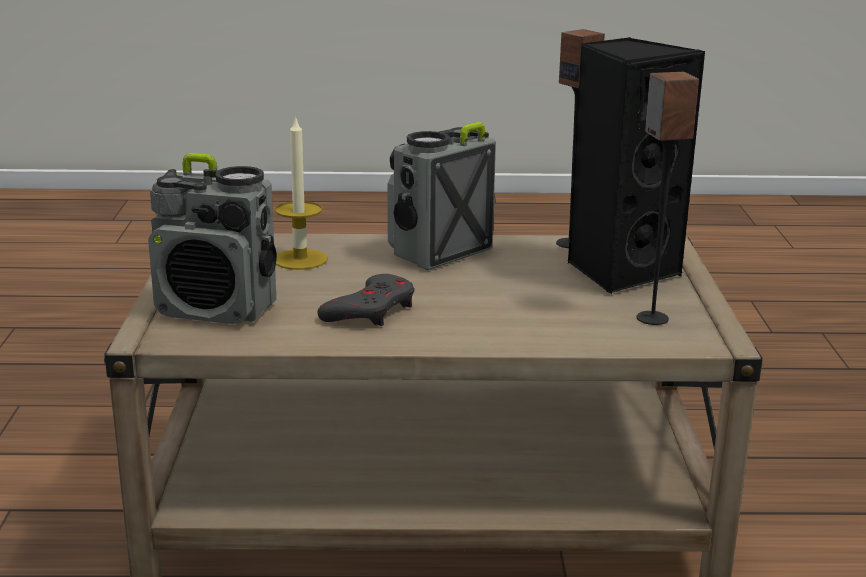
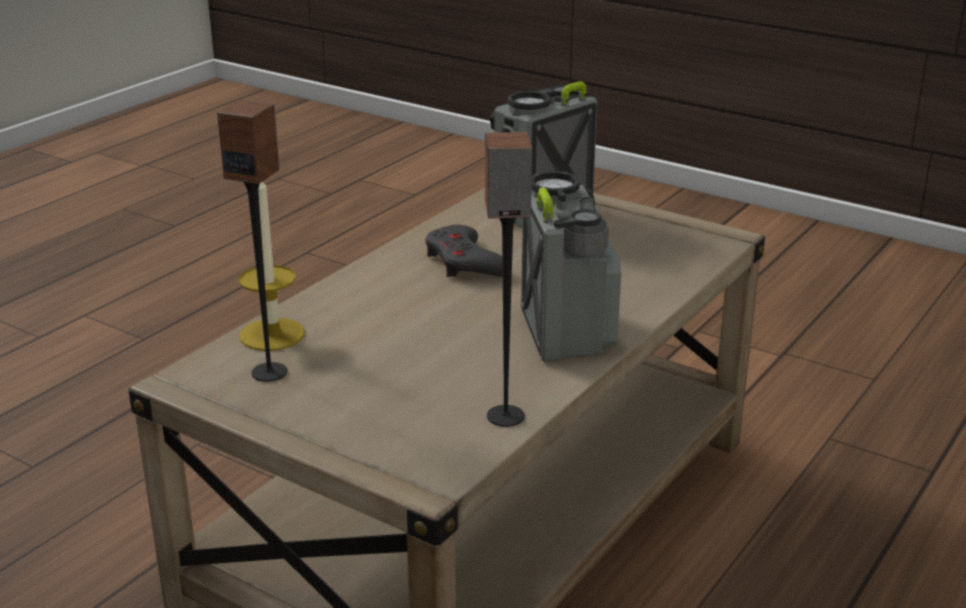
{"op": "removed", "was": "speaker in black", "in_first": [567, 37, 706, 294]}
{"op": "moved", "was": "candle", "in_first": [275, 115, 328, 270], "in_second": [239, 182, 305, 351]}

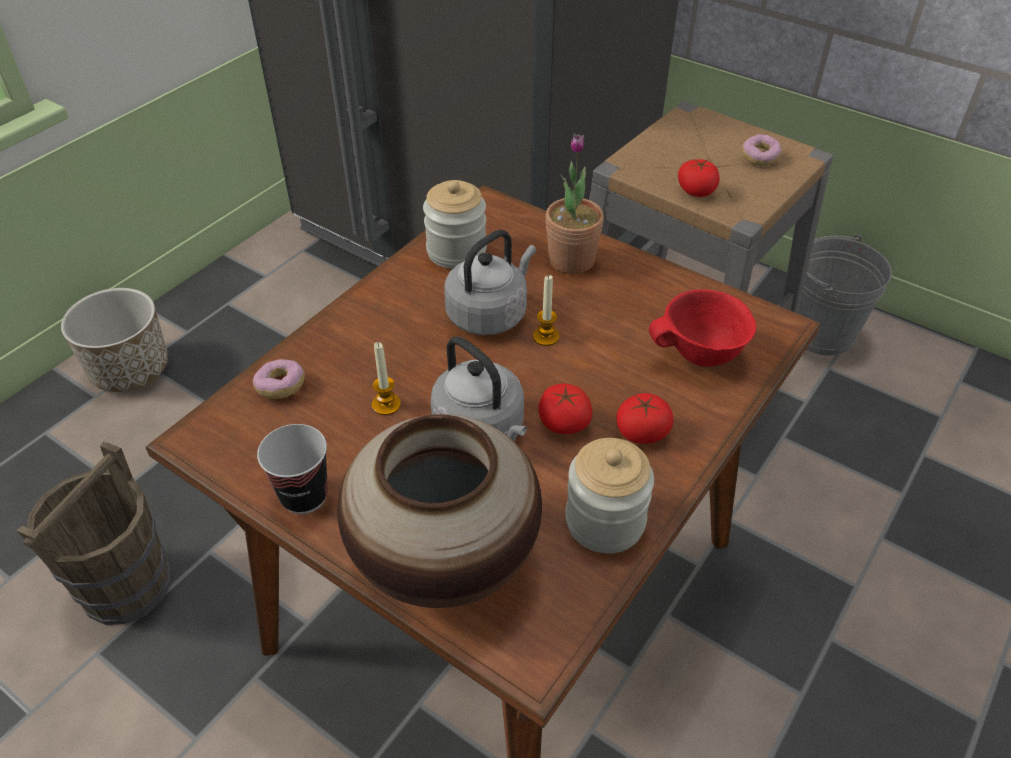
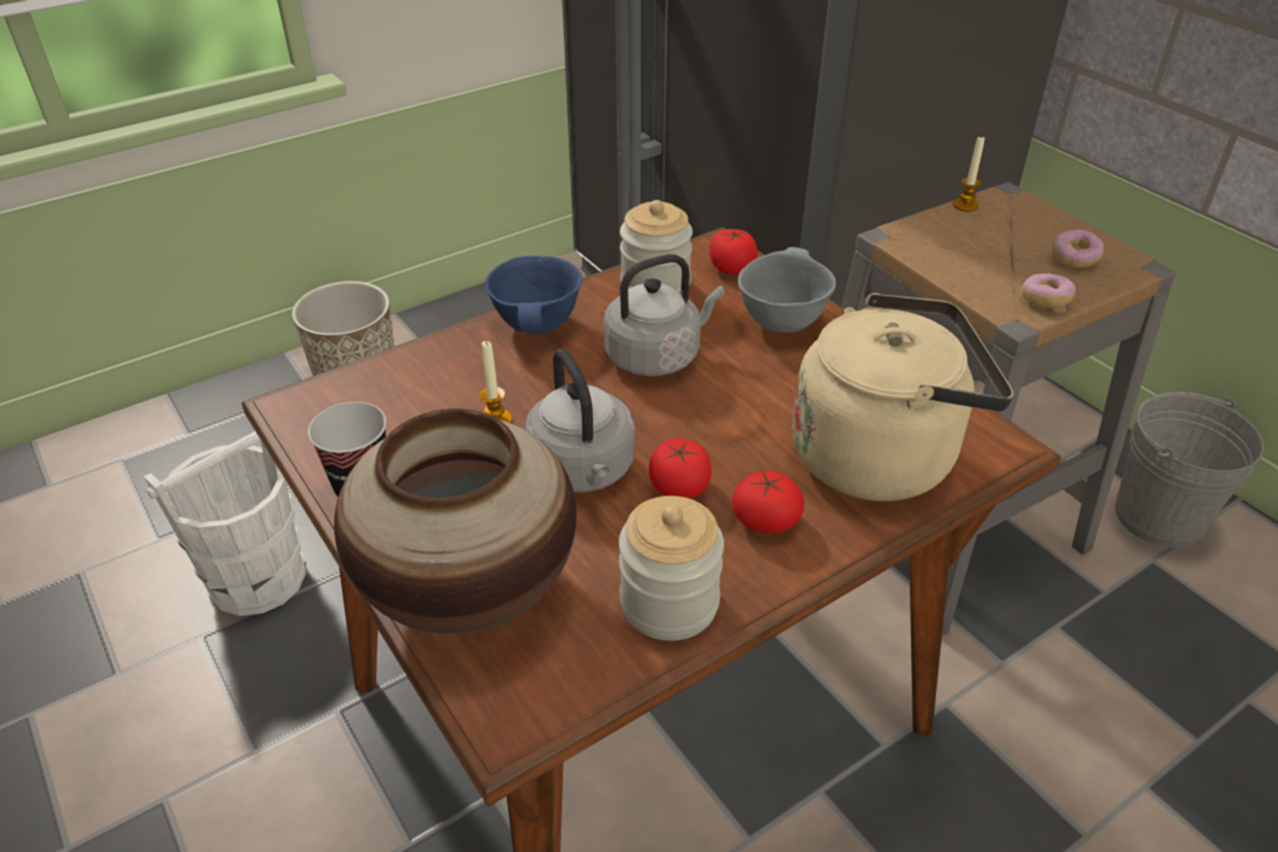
{"op": "added", "now": "bowl in blue", "in_second": [485, 256, 583, 334]}
{"op": "moved", "was": "donut", "in_first": [253, 359, 305, 399], "in_second": [1021, 273, 1076, 307]}
{"op": "moved", "was": "candle", "in_first": [533, 275, 560, 346], "in_second": [953, 135, 985, 212]}
{"op": "moved", "was": "tomato", "in_first": [678, 159, 720, 197], "in_second": [709, 228, 757, 274]}
{"op": "replaced", "was": "potted plant", "now": "bowl in grey", "in_first": [545, 133, 604, 274], "in_second": [738, 247, 836, 333]}
{"op": "replaced", "was": "bowl in red", "now": "kettle in beige", "in_first": [649, 289, 756, 367], "in_second": [792, 293, 1014, 501]}
{"op": "recoloured", "was": "bucket in brown", "now": "bucket in white", "in_first": [16, 441, 171, 625], "in_second": [143, 431, 306, 616]}

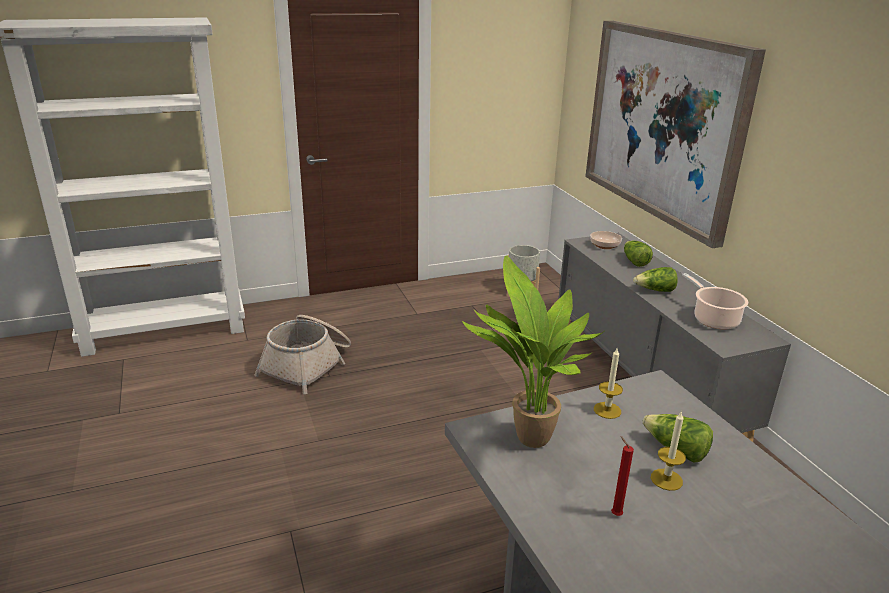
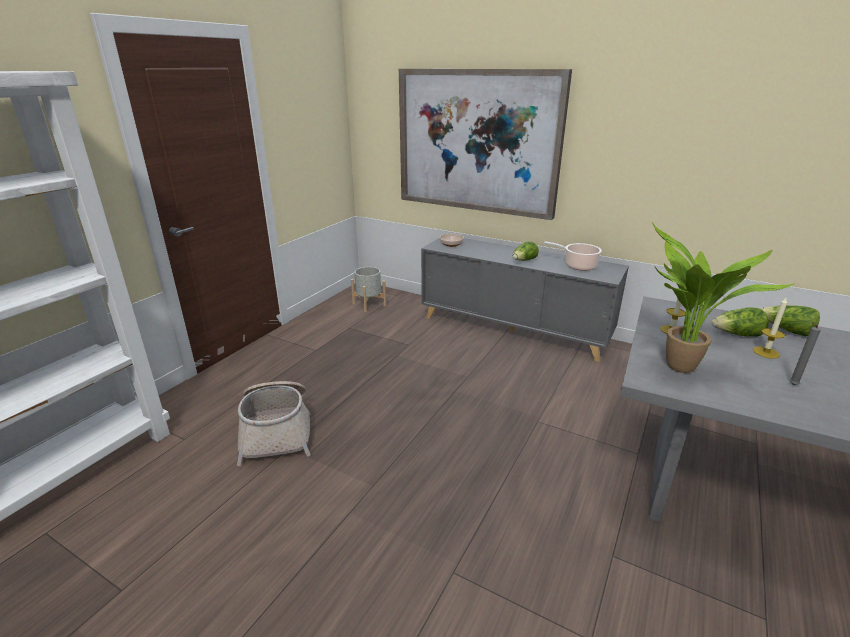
{"op": "moved", "was": "lettuce", "in_first": [624, 241, 653, 267], "in_second": [761, 305, 820, 336]}
{"op": "recoloured", "was": "candle in red", "now": "candle in grey", "in_first": [611, 436, 634, 516], "in_second": [789, 322, 821, 385]}

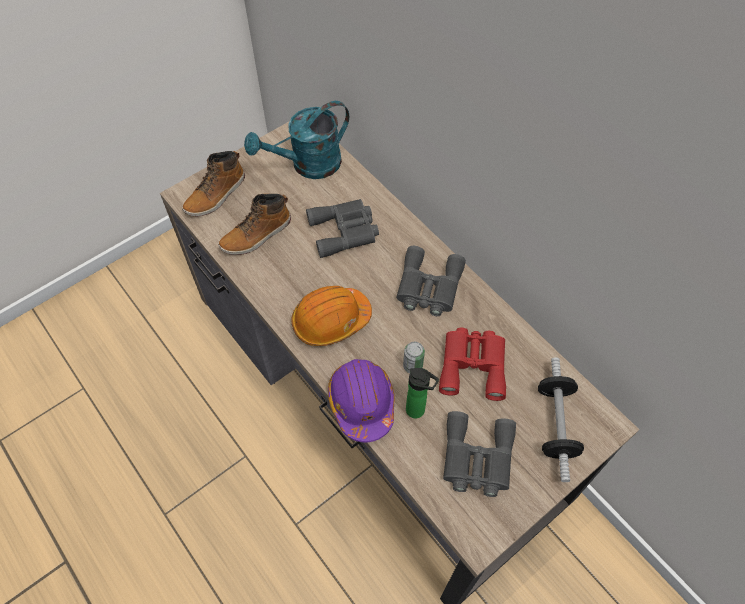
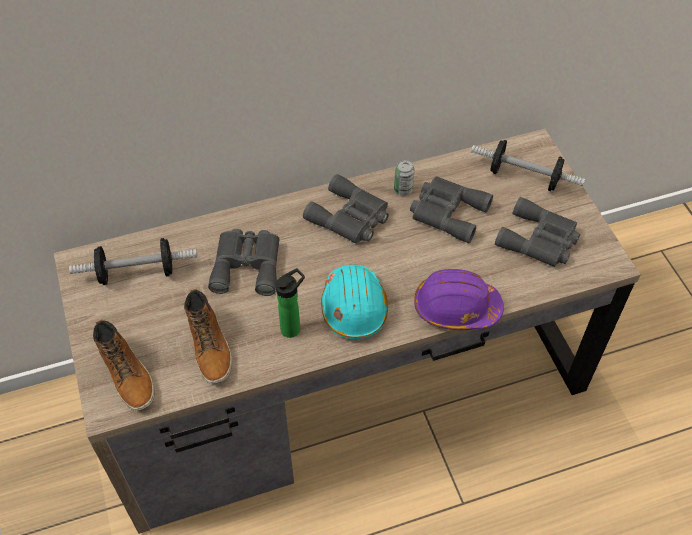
{"op": "moved", "was": "can", "in_first": [403, 342, 425, 373], "in_second": [394, 160, 414, 196]}
{"op": "moved", "was": "bottle", "in_first": [406, 368, 439, 418], "in_second": [276, 268, 305, 338]}
{"op": "replaced", "was": "watering can in turquoise", "now": "dumbbell", "in_first": [244, 101, 349, 179], "in_second": [69, 238, 197, 285]}
{"op": "recoloured", "was": "hard hat in orange", "now": "hard hat in turquoise", "in_first": [291, 286, 372, 346], "in_second": [321, 265, 388, 339]}
{"op": "recoloured", "was": "binoculars in red", "now": "binoculars in grey", "in_first": [439, 328, 506, 401], "in_second": [410, 176, 493, 243]}

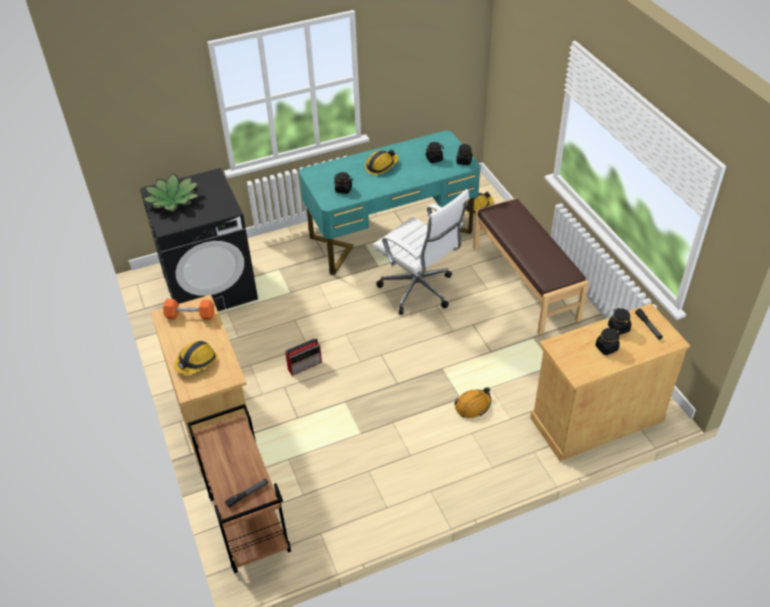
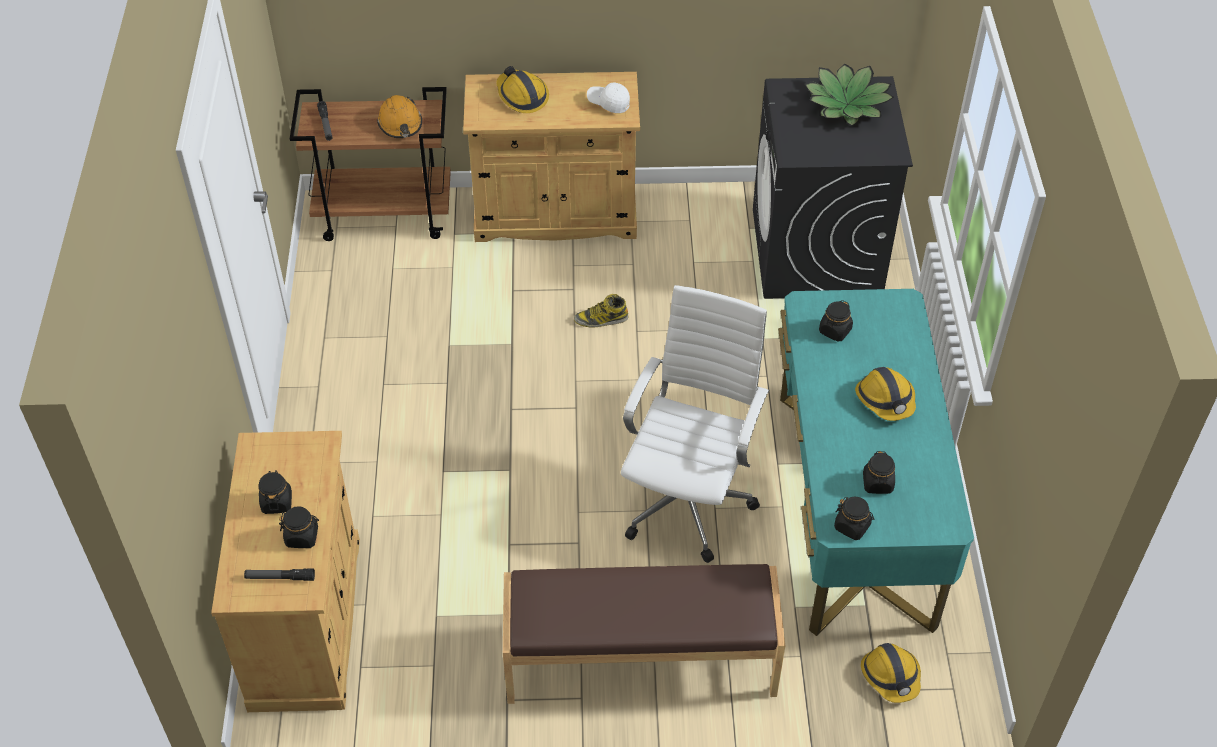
{"op": "moved", "was": "hard hat in orange", "in_first": [454, 387, 491, 418], "in_second": [377, 95, 422, 138]}
{"op": "replaced", "was": "dumbbell in orange", "now": "cap in white", "in_first": [163, 299, 214, 320], "in_second": [587, 82, 630, 113]}
{"op": "replaced", "was": "radio", "now": "boot", "in_first": [285, 339, 322, 376], "in_second": [574, 294, 628, 328]}
{"op": "turned", "was": "office chair in white", "in_first": [373, 189, 469, 315], "in_second": [621, 285, 769, 563], "clockwise": 135}

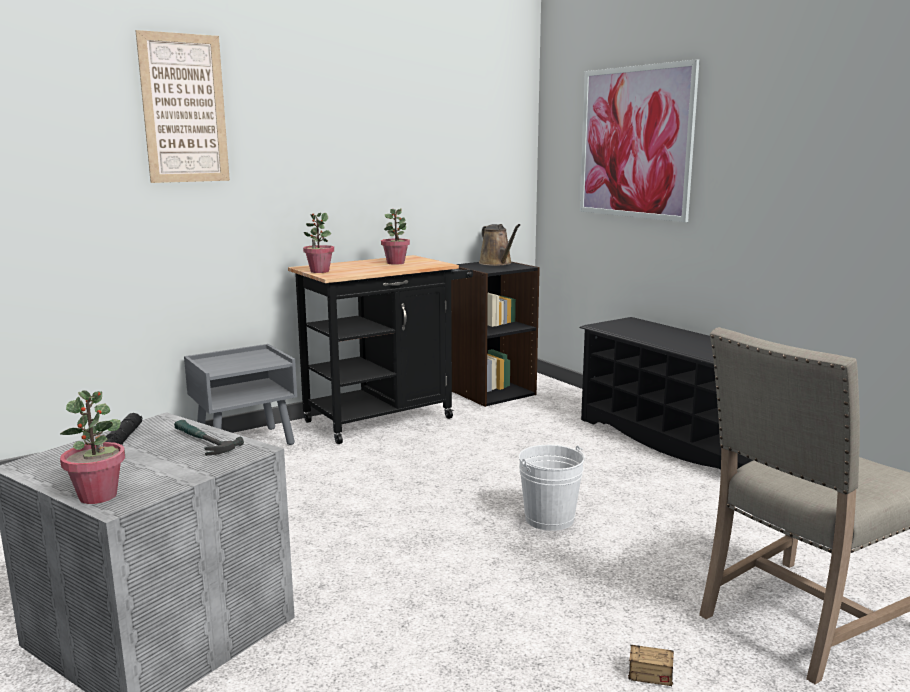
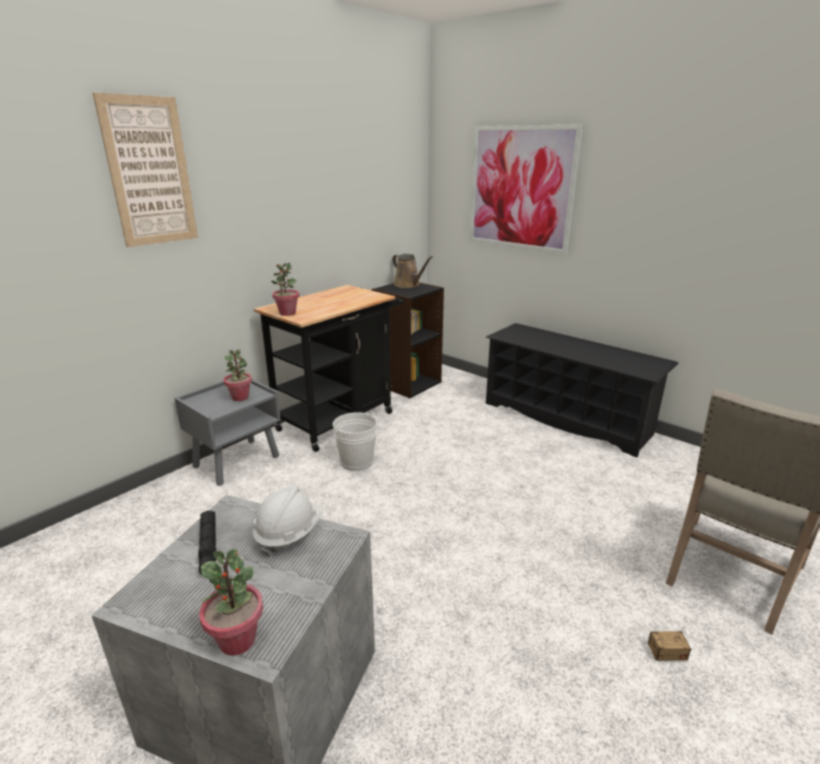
{"op": "moved", "was": "potted plant", "in_first": [381, 209, 410, 265], "in_second": [223, 350, 252, 401]}
{"op": "moved", "was": "bucket in white", "in_first": [519, 445, 585, 531], "in_second": [333, 412, 377, 471]}
{"op": "replaced", "was": "hammer", "now": "hard hat in white", "in_first": [174, 420, 244, 456], "in_second": [253, 485, 323, 556]}

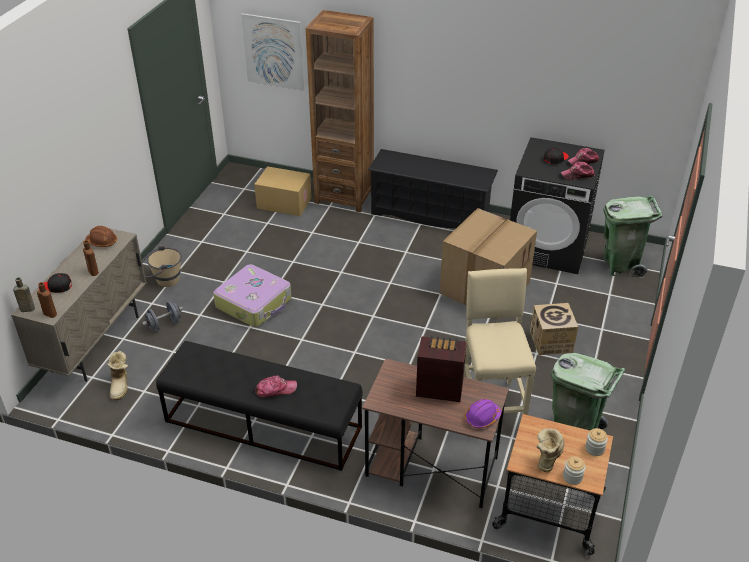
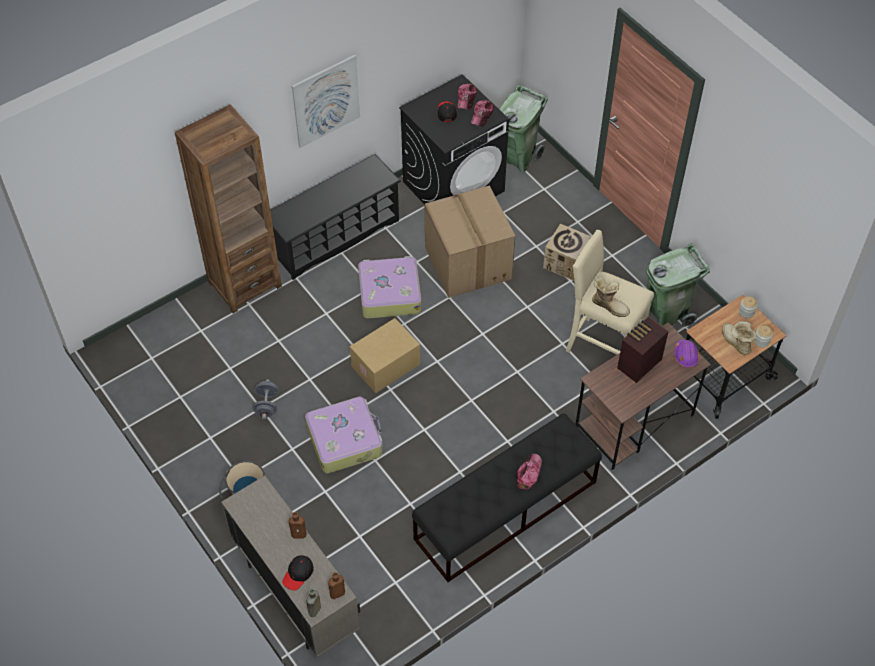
{"op": "removed", "was": "hard hat in brown", "in_first": [85, 226, 117, 247]}
{"op": "added", "now": "suitcase", "in_second": [358, 256, 421, 318]}
{"op": "moved", "was": "boot", "in_first": [107, 351, 128, 400], "in_second": [592, 277, 630, 317]}
{"op": "moved", "was": "dumbbell in grey", "in_first": [142, 301, 183, 331], "in_second": [253, 379, 279, 420]}
{"op": "moved", "was": "picture", "in_first": [241, 13, 304, 91], "in_second": [292, 54, 360, 148]}
{"op": "moved", "was": "cardboard box", "in_first": [254, 166, 312, 216], "in_second": [350, 318, 420, 393]}

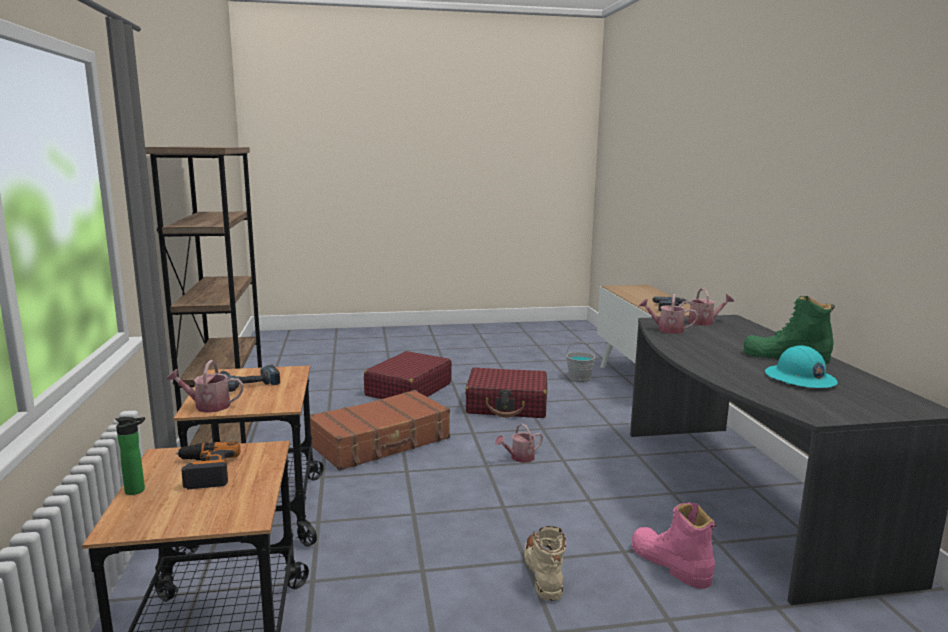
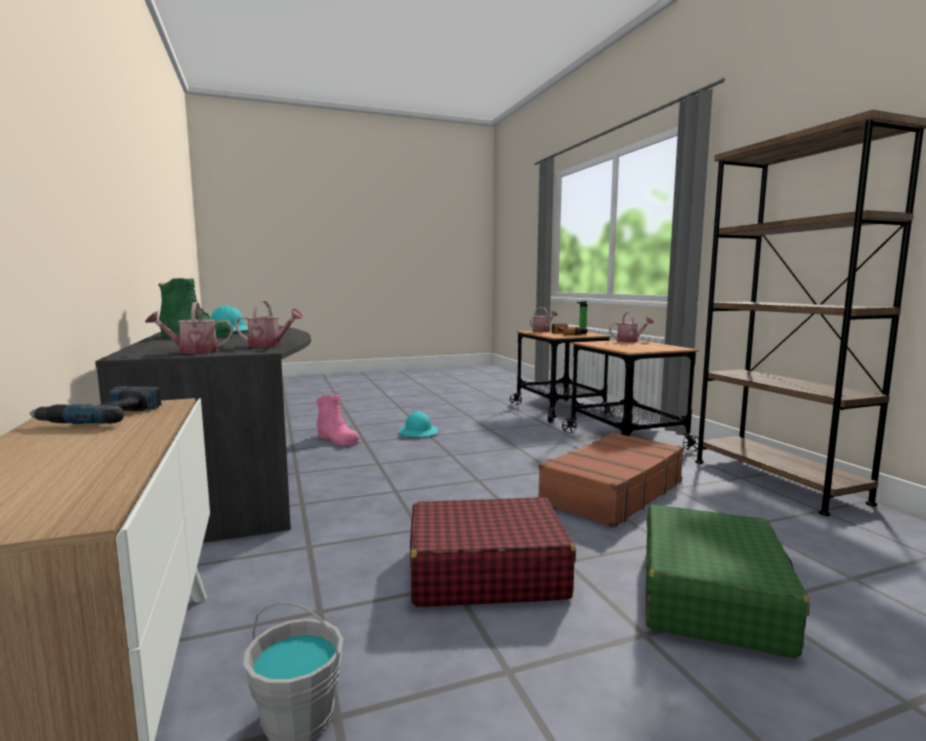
{"op": "removed", "was": "power drill", "in_first": [220, 365, 280, 392]}
{"op": "moved", "was": "watering can", "in_first": [495, 423, 543, 463], "in_second": [530, 307, 557, 332]}
{"op": "replaced", "was": "boot in beige", "now": "hard hat in turquoise", "in_first": [524, 526, 566, 601], "in_second": [399, 411, 438, 437]}
{"op": "recoloured", "was": "suitcase in red", "now": "suitcase in green", "in_first": [364, 351, 452, 399], "in_second": [646, 504, 809, 659]}

